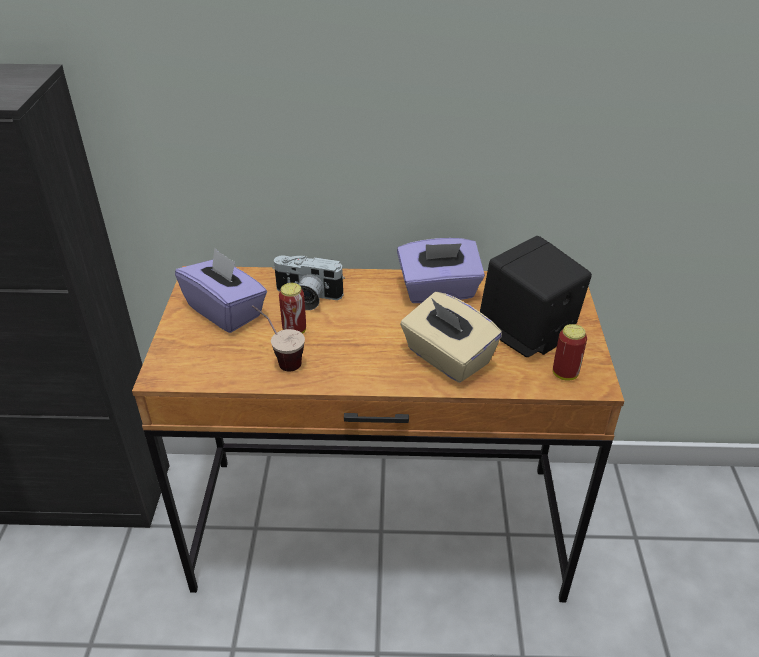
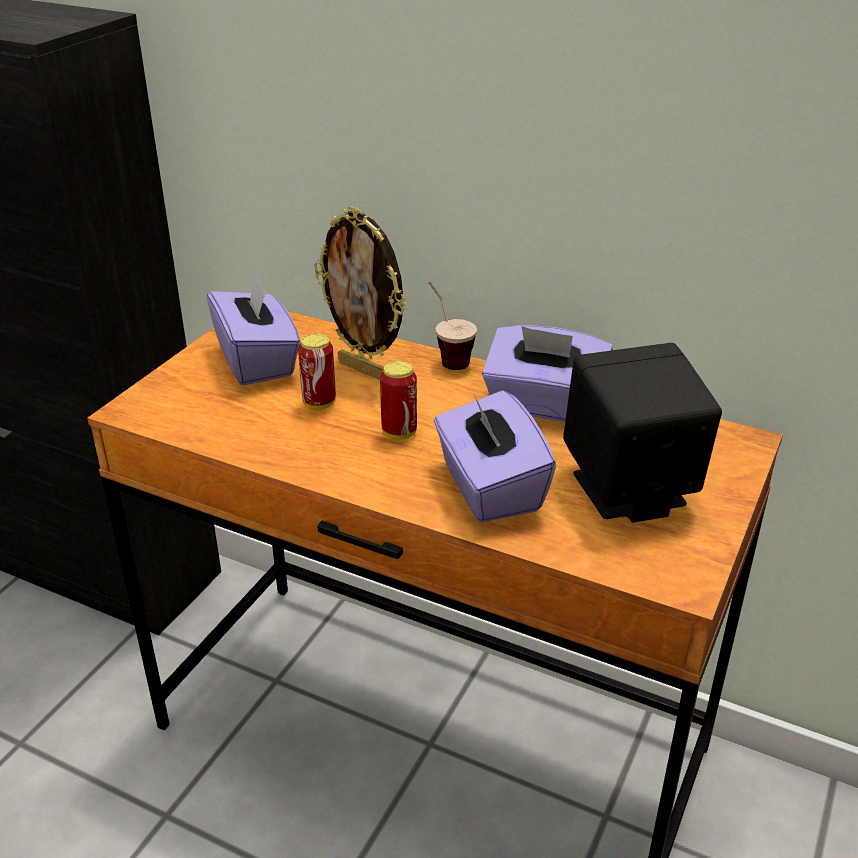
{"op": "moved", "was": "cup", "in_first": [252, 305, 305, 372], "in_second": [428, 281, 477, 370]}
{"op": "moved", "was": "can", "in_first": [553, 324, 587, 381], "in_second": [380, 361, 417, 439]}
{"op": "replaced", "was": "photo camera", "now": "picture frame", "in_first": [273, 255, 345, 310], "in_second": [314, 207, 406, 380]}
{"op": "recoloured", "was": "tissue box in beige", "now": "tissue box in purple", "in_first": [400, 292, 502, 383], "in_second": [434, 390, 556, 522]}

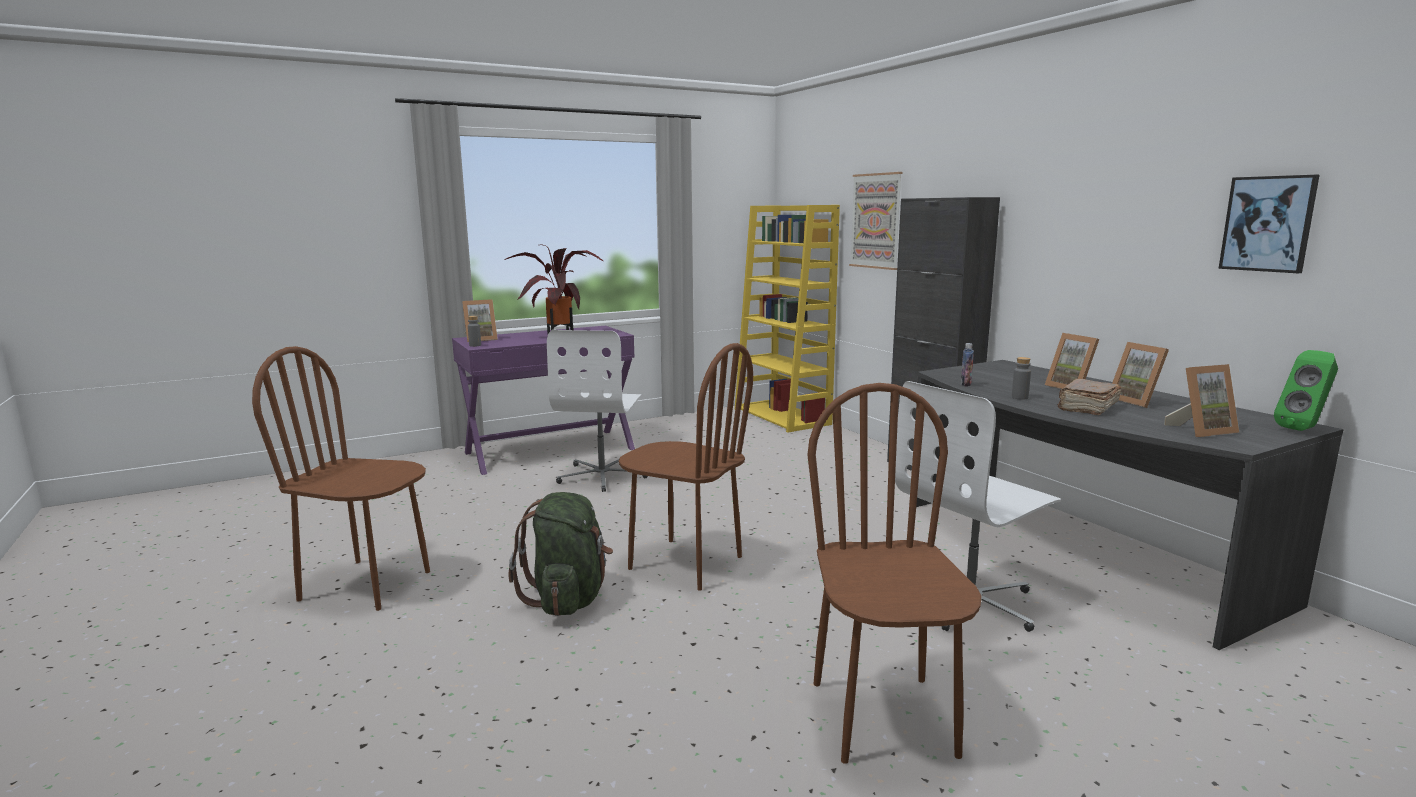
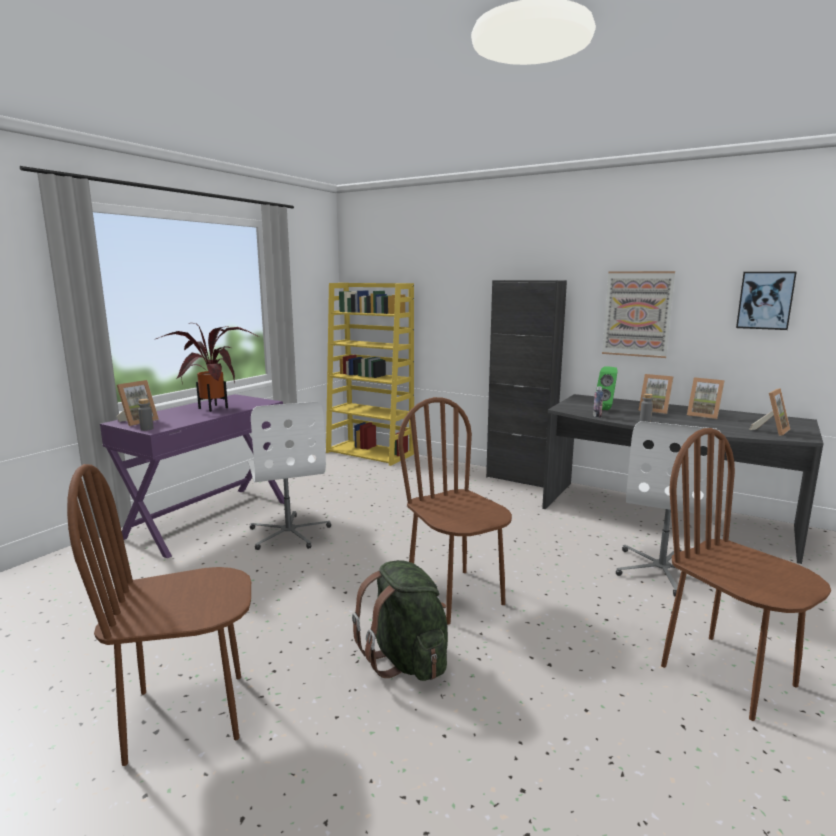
{"op": "removed", "was": "book in brown", "in_first": [1057, 379, 1121, 415]}
{"op": "moved", "was": "picture", "in_first": [849, 172, 903, 270], "in_second": [602, 271, 675, 358]}
{"op": "moved", "was": "speaker in green", "in_first": [1274, 350, 1338, 431], "in_second": [596, 367, 618, 410]}
{"op": "turned", "was": "chair in brown", "in_first": [619, 343, 753, 591], "in_second": [398, 397, 512, 624], "clockwise": -120}

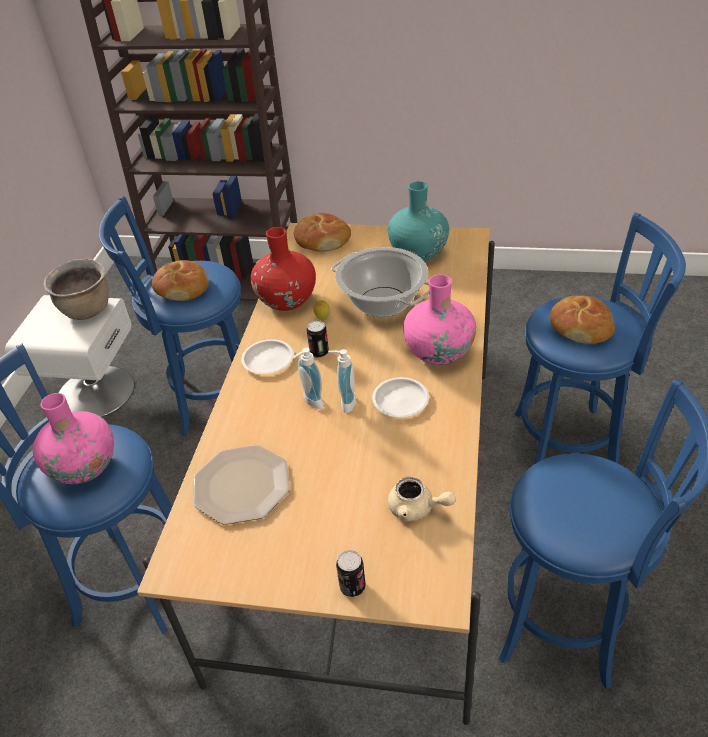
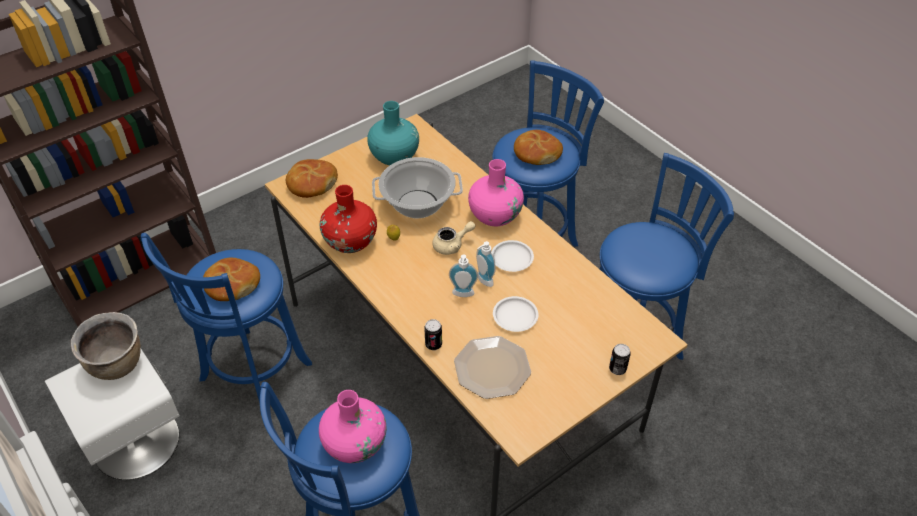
{"op": "moved", "was": "plate in white", "in_first": [241, 339, 294, 374], "in_second": [493, 296, 538, 332]}
{"op": "moved", "was": "can", "in_first": [307, 320, 329, 358], "in_second": [424, 319, 442, 350]}
{"op": "moved", "was": "teapot in beige", "in_first": [388, 477, 456, 522], "in_second": [432, 221, 476, 255]}

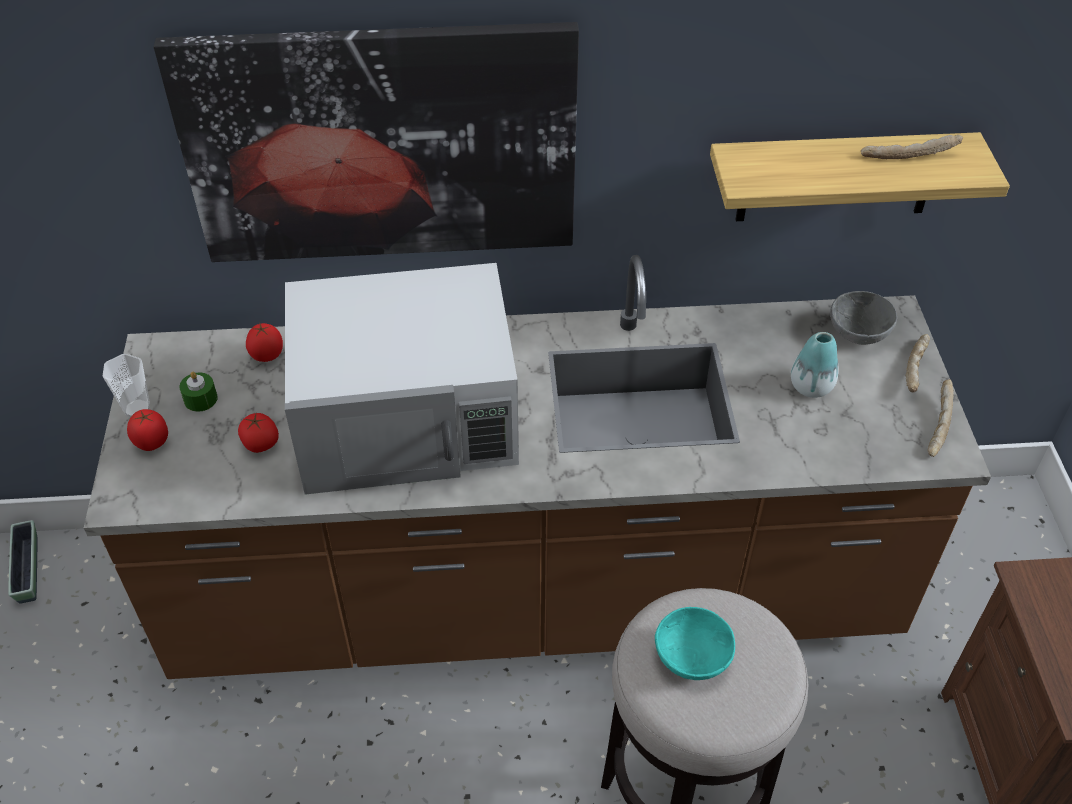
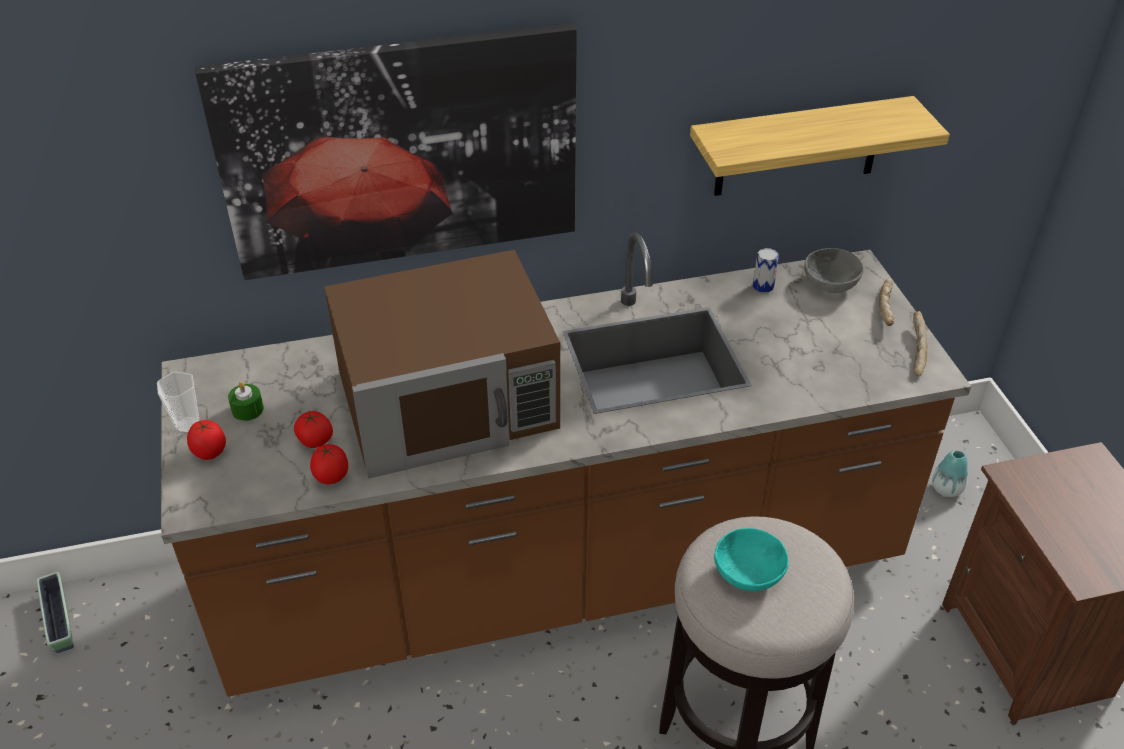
{"op": "removed", "was": "bread", "in_first": [861, 135, 963, 159]}
{"op": "added", "now": "can", "in_second": [753, 248, 779, 293]}
{"op": "moved", "was": "tomato", "in_first": [246, 323, 283, 362], "in_second": [310, 444, 348, 484]}
{"op": "moved", "was": "vase", "in_first": [791, 332, 838, 398], "in_second": [932, 450, 968, 497]}
{"op": "recoloured", "was": "microwave in white", "now": "microwave in brown", "in_first": [285, 263, 519, 495], "in_second": [324, 250, 560, 479]}

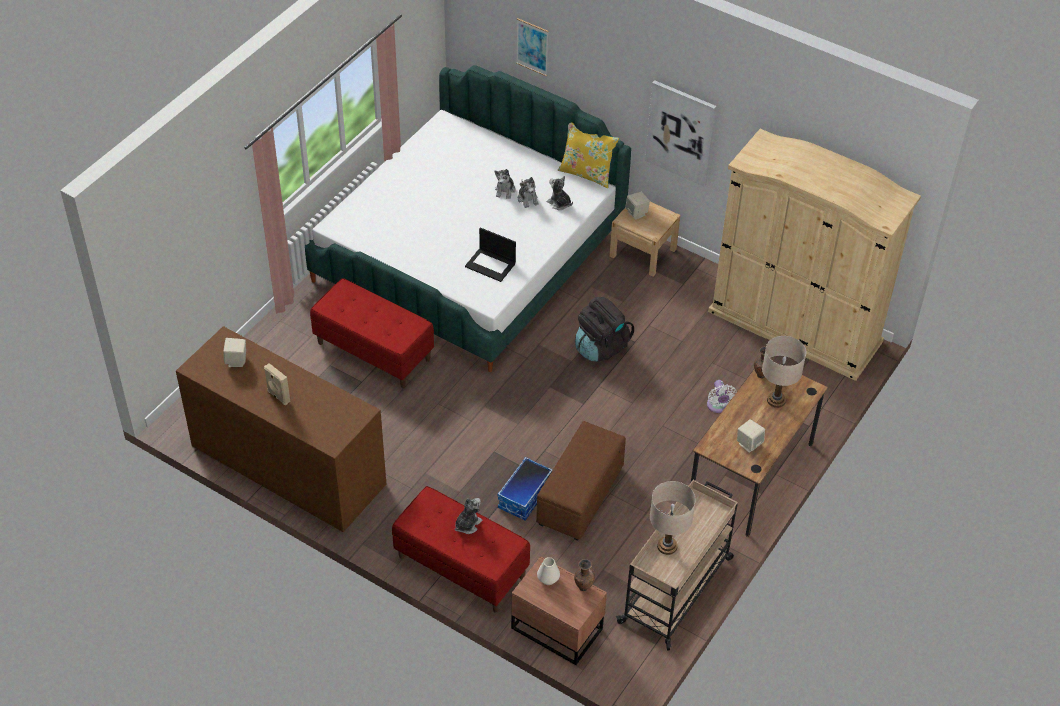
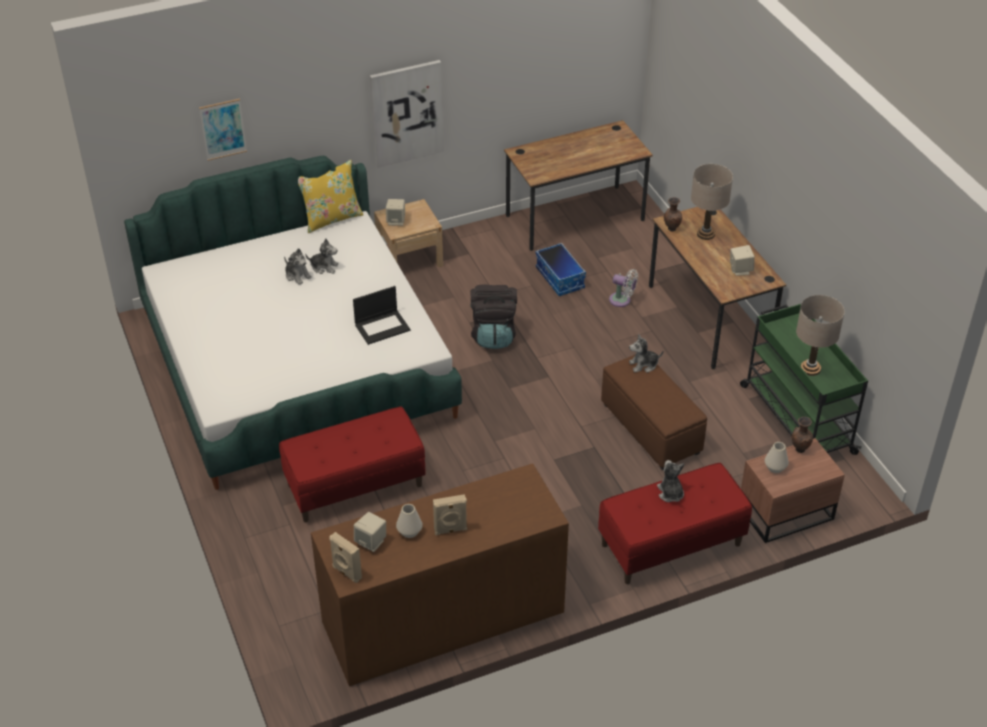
{"op": "added", "now": "speaker in beige", "in_second": [329, 532, 362, 583]}
{"op": "added", "now": "vase in white", "in_second": [396, 504, 423, 538]}
{"op": "moved", "was": "storage box", "in_first": [497, 457, 553, 521], "in_second": [536, 243, 586, 296]}
{"op": "moved", "was": "plush toy", "in_first": [547, 176, 573, 210], "in_second": [629, 334, 663, 373]}
{"op": "replaced", "was": "wardrobe in beige", "now": "desk in brown", "in_first": [708, 129, 921, 381], "in_second": [504, 120, 653, 251]}
{"op": "recoloured", "was": "cart in beige", "now": "cart in green", "in_first": [616, 480, 738, 651], "in_second": [740, 304, 868, 455]}

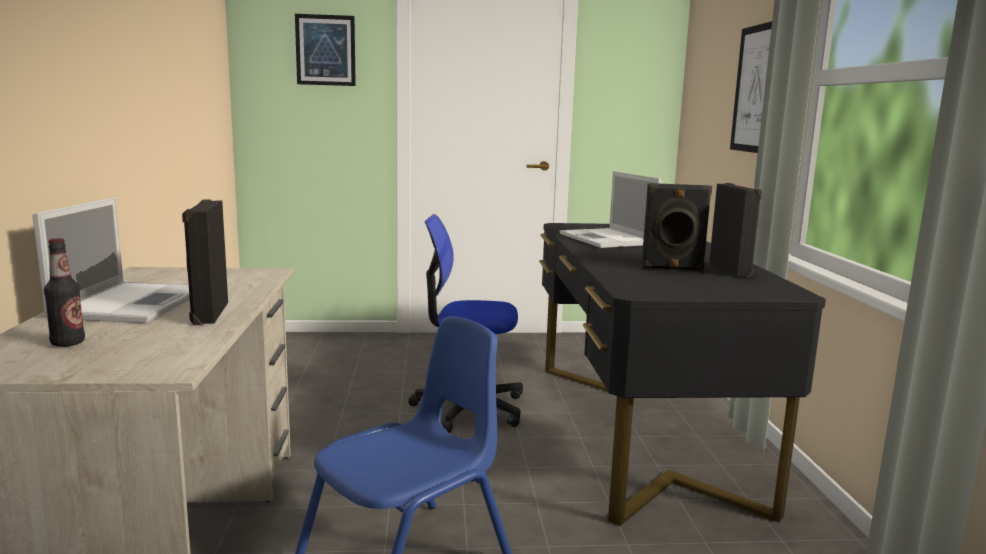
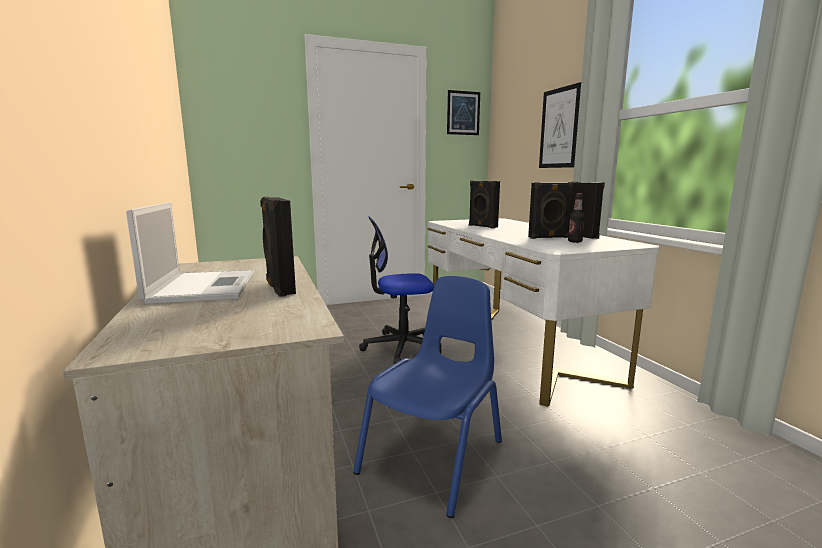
{"op": "moved", "was": "bottle", "in_first": [44, 238, 85, 347], "in_second": [568, 193, 585, 243]}
{"op": "moved", "was": "picture", "in_first": [295, 14, 356, 86], "in_second": [447, 90, 480, 135]}
{"op": "replaced", "was": "laptop", "now": "speaker in black", "in_first": [559, 171, 662, 248], "in_second": [469, 181, 500, 228]}
{"op": "recoloured", "was": "desk in black", "now": "desk in white", "in_first": [539, 223, 826, 526], "in_second": [427, 218, 659, 407]}

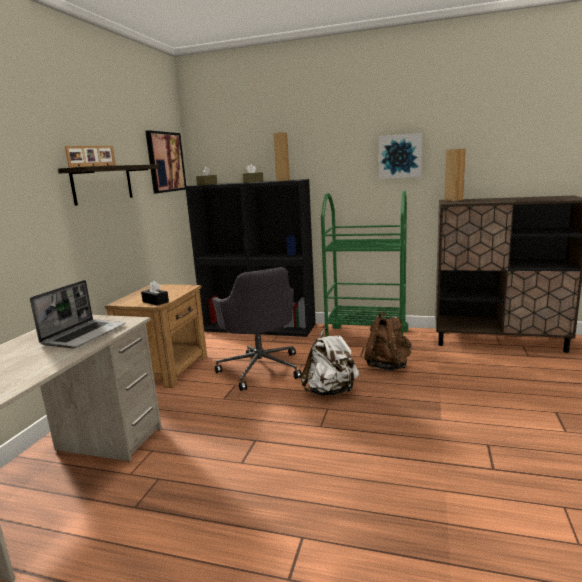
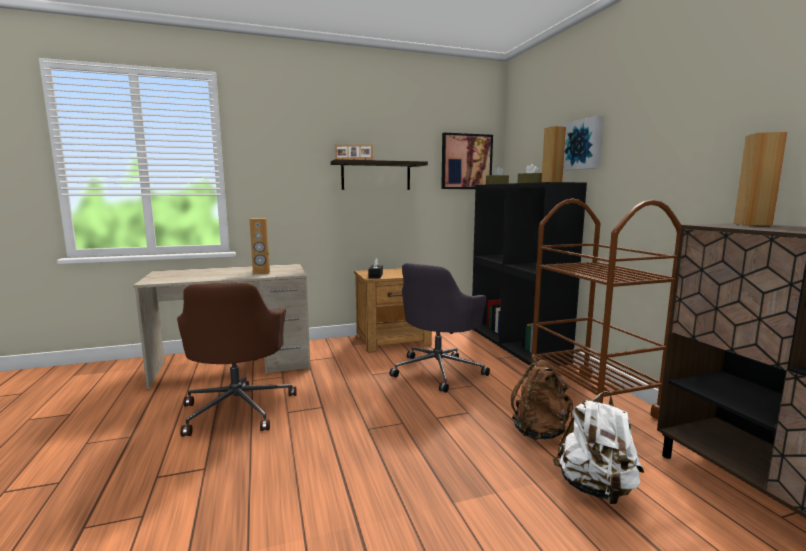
{"op": "added", "now": "office chair in brown", "in_second": [177, 283, 297, 437]}
{"op": "moved", "was": "backpack in white", "in_first": [301, 328, 359, 396], "in_second": [553, 391, 644, 504]}
{"op": "moved", "was": "picture", "in_first": [379, 133, 422, 179], "in_second": [563, 115, 603, 171]}
{"op": "replaced", "was": "laptop", "now": "speaker in brown", "in_first": [30, 280, 126, 349], "in_second": [249, 218, 270, 275]}
{"op": "recoloured", "was": "cart in green", "now": "cart in brown", "in_first": [321, 190, 408, 337], "in_second": [531, 198, 681, 419]}

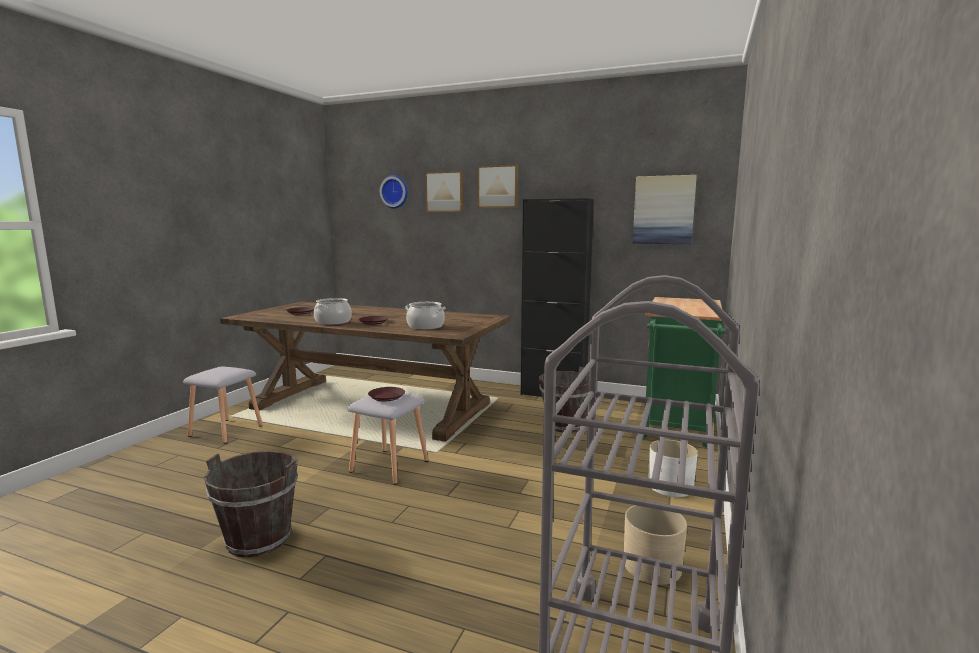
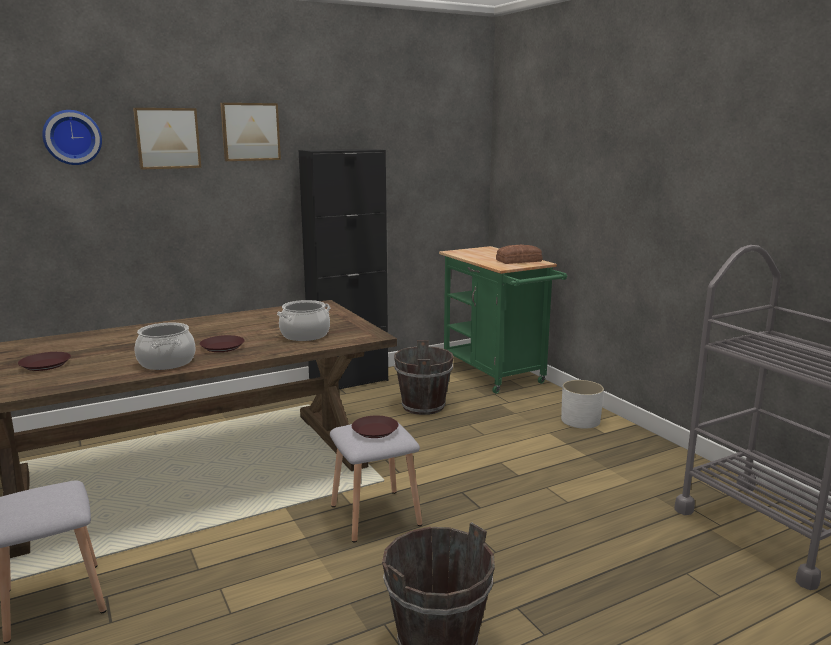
{"op": "removed", "was": "planter in beige", "in_first": [624, 505, 687, 585]}
{"op": "removed", "was": "picture", "in_first": [633, 175, 697, 244]}
{"op": "added", "now": "bread", "in_second": [496, 245, 542, 264]}

